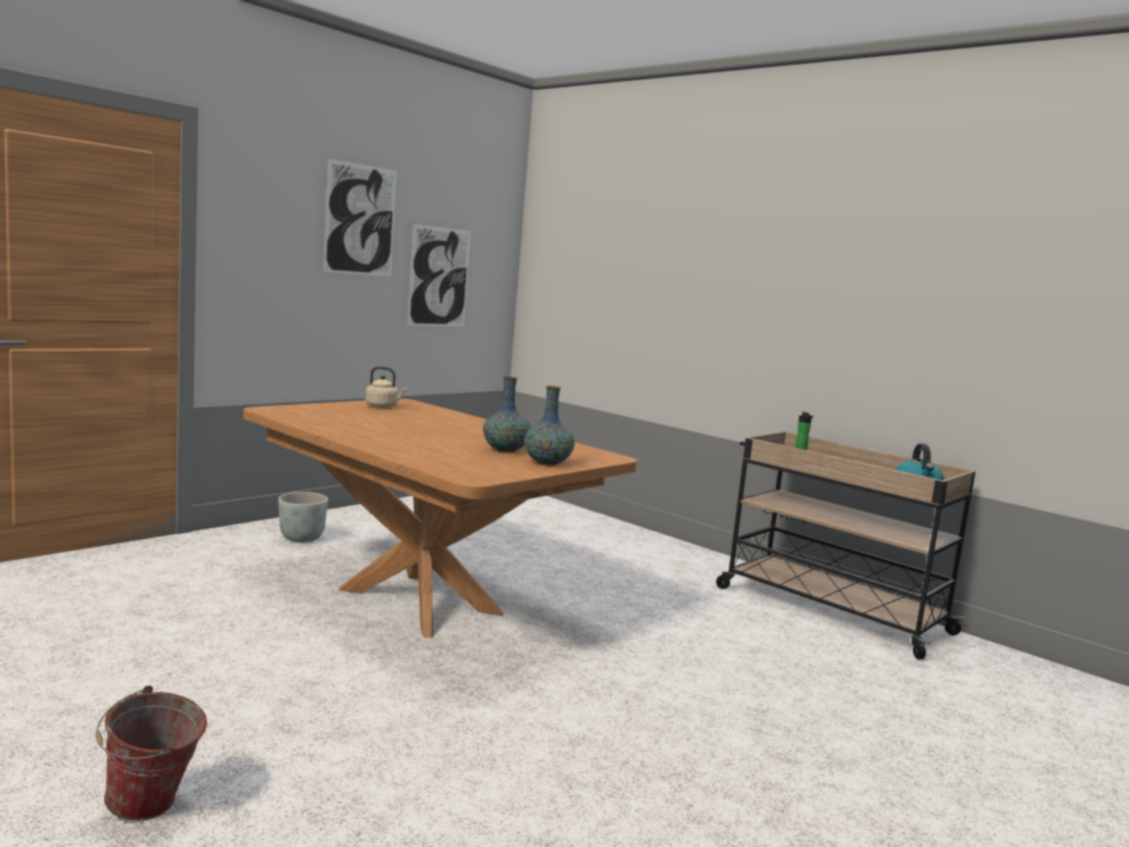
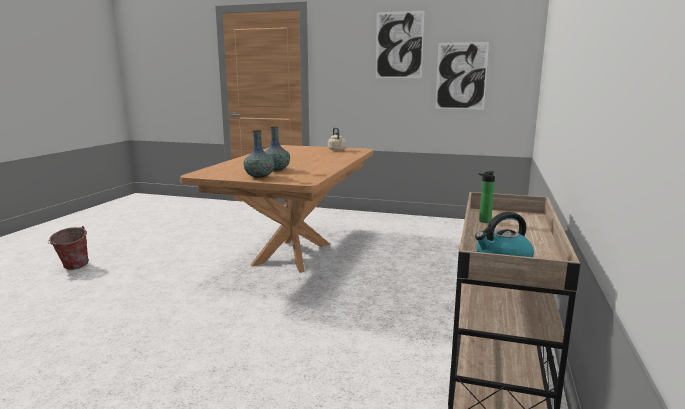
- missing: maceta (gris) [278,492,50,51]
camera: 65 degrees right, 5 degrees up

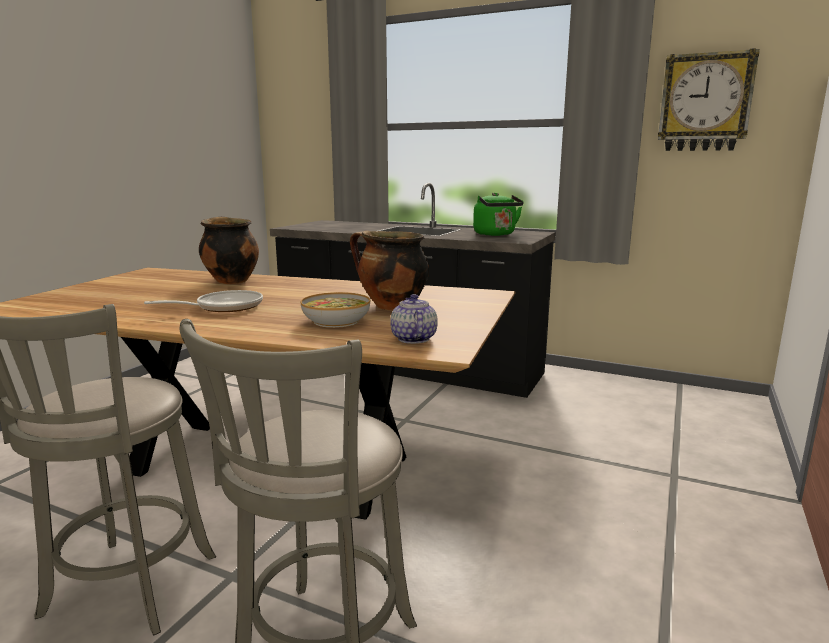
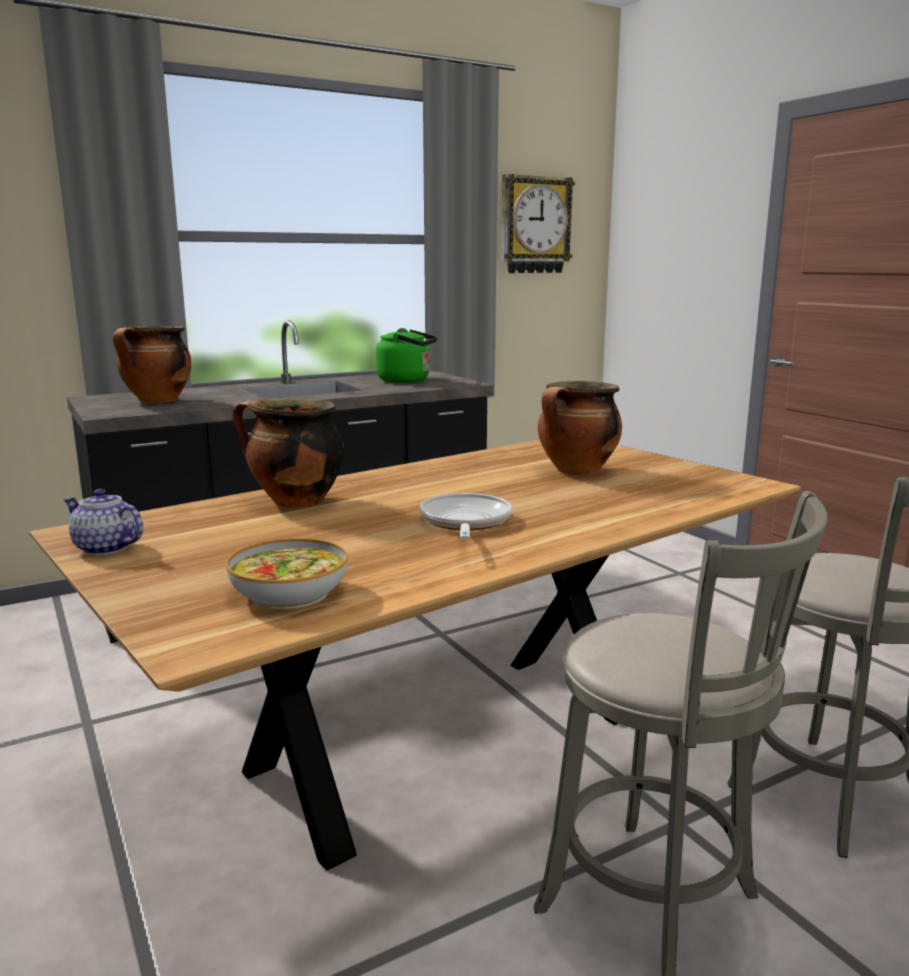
- relocated: cuenco [301,292,69,36] to [226,538,122,71]
- relocated: tetera [390,294,48,50] to [63,489,80,67]
- appeared: olla [113,325,78,78]
camera: 55 degrees left, 0 degrees up

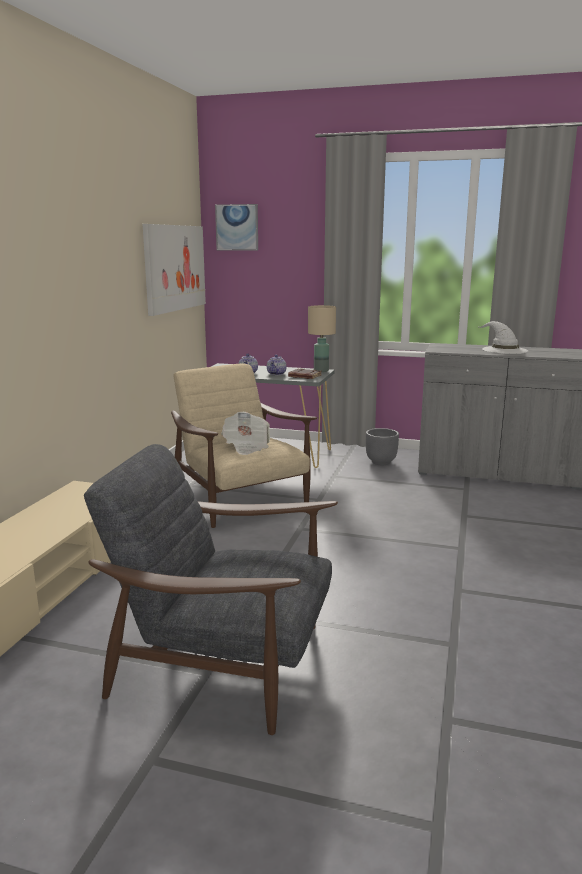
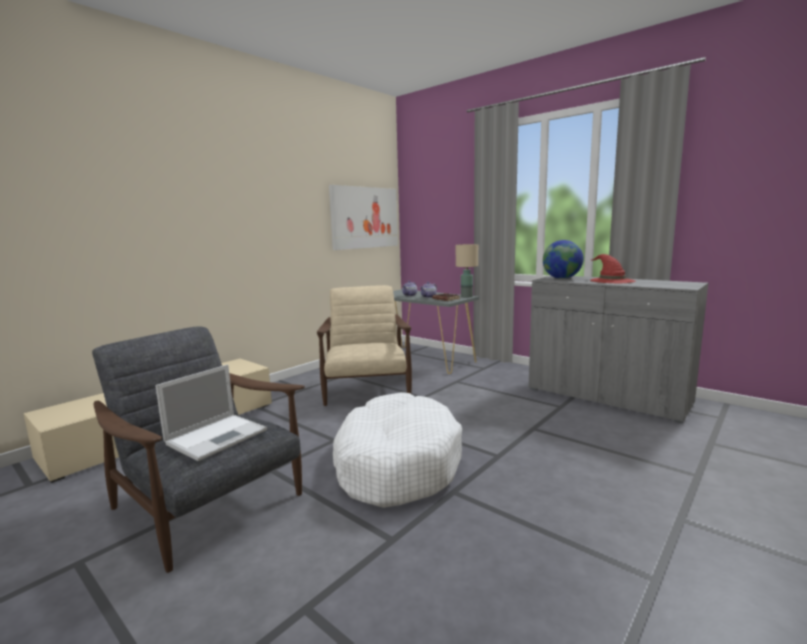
- missing: cuadro [215,204,43,47]
- missing: periódico [221,412,49,43]
- missing: maceta (gris) [366,428,33,37]
- colour: sombrero (blanco) [477,321,51,33] to sombrero (rojo) [590,254,45,29]
- appeared: portátil [156,364,111,97]
- appeared: cama para perro (blanco) [333,392,129,116]
- appeared: globo terráqueo [543,240,40,39]
camera: 25 degrees right, 5 degrees down

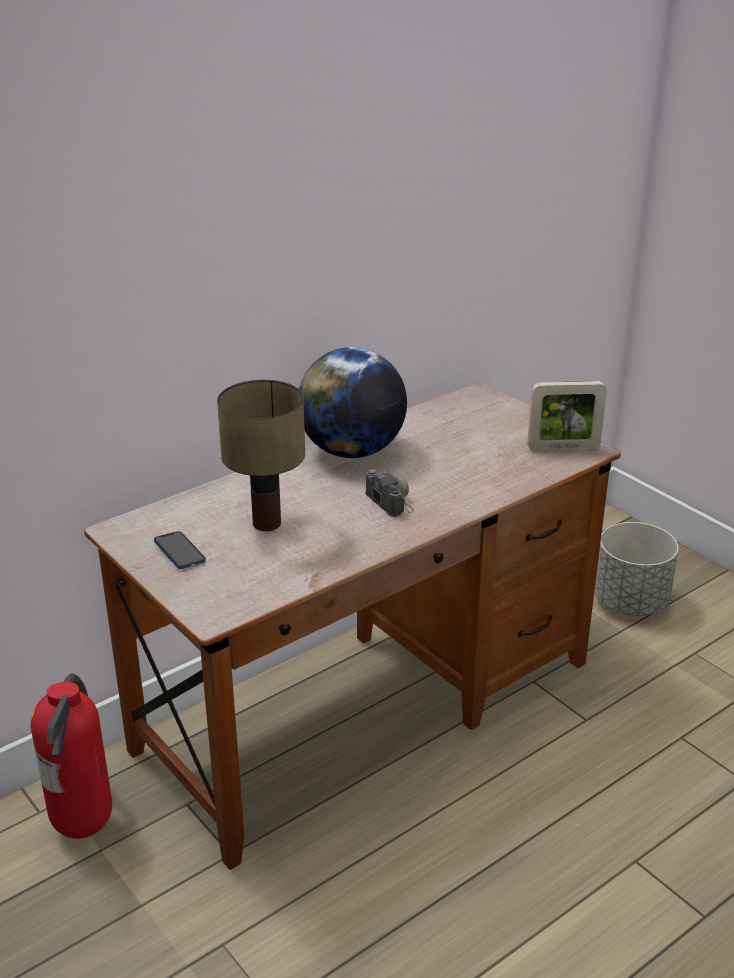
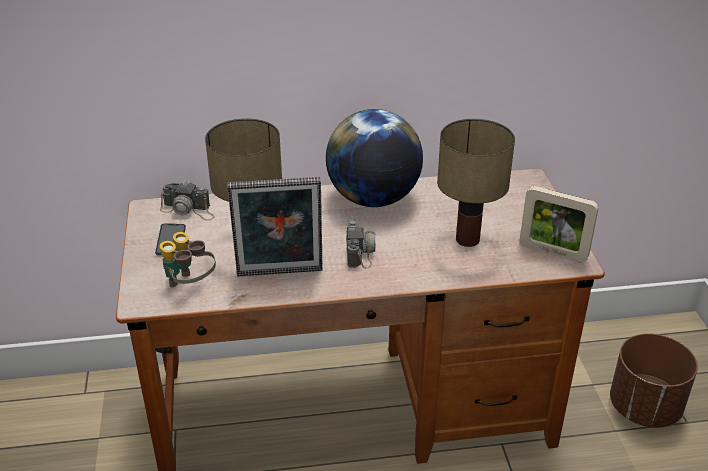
- missing: extintor [31,673,81,166]
- colour: maceta (gris) [594,522,85,94] to maceta (marrón) [610,333,88,95]
- appeared: cámara [160,181,55,40]
- appeared: prismáticos [160,232,56,56]
- appeared: portarretratos [227,177,96,99]
- appeared: lámpara de mesa [437,119,78,128]
camera: 30 degrees right, 5 degrees up

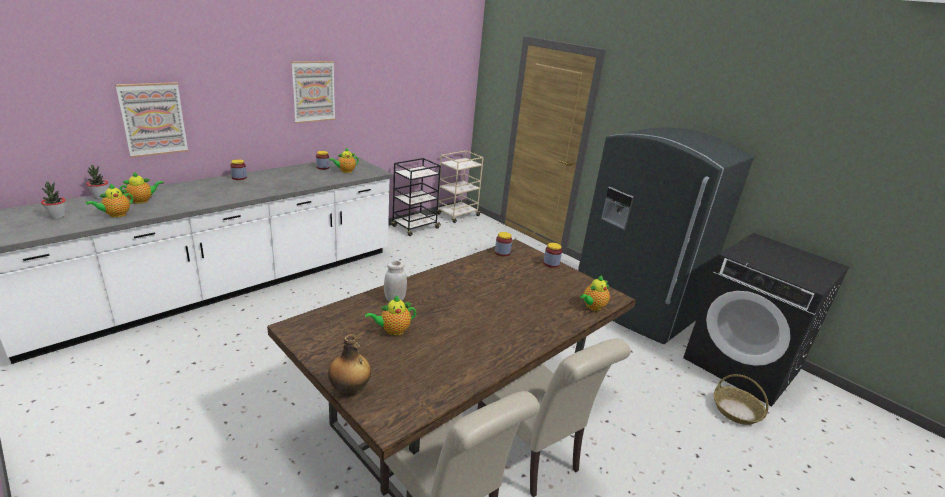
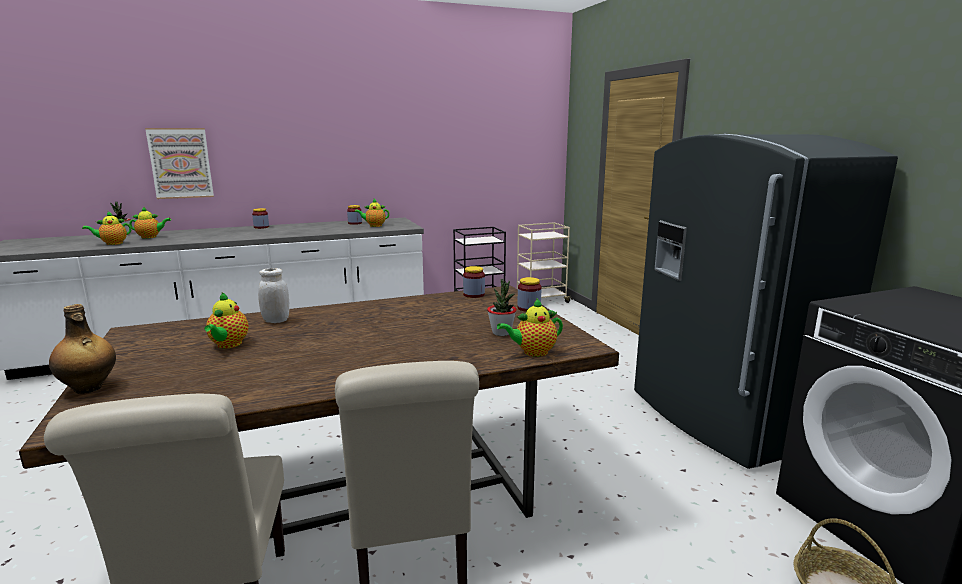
- relocated: planta en maceta [41,181,25,38] to [487,279,30,57]
- missing: cuadro [291,61,45,62]
- spun: tetera [365,295,51,41] = [204,292,44,56] 90 degrees counterclockwise
camera: 25 degrees right, 10 degrees down

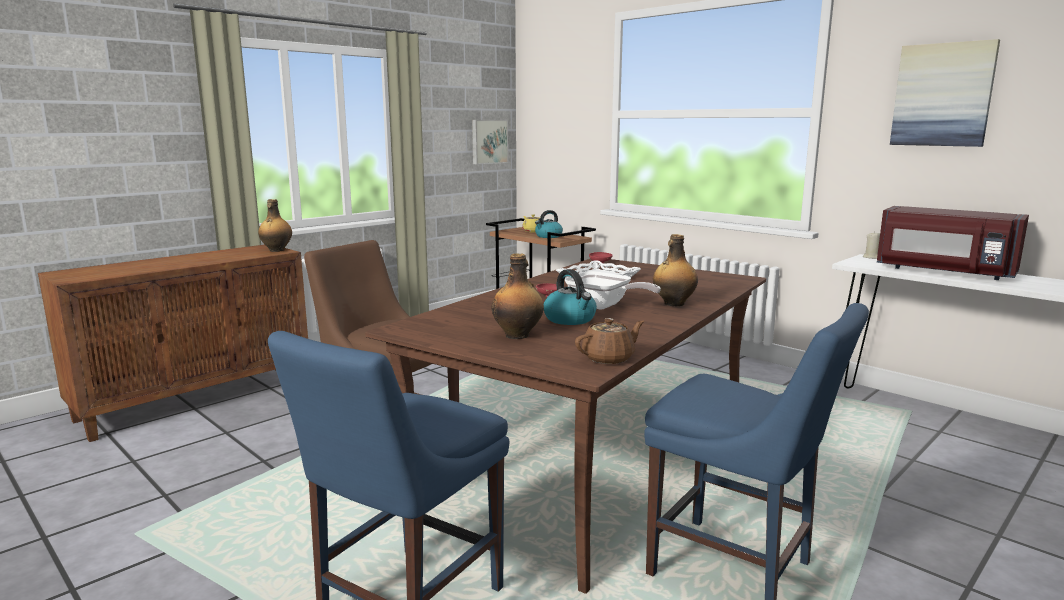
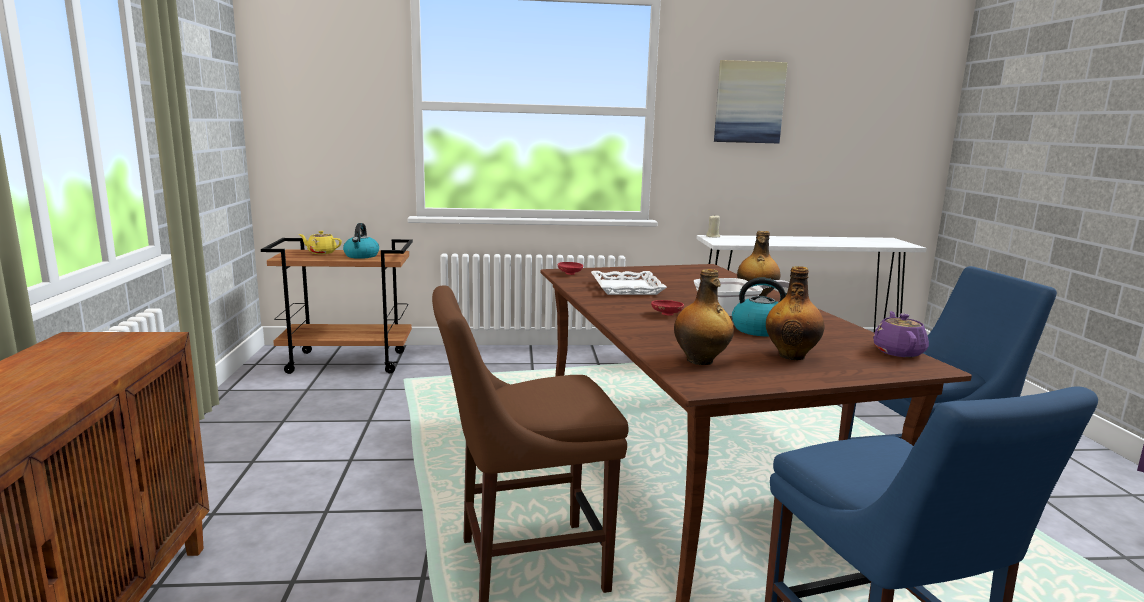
- relocated: botella [258,199,34,53] to [674,269,60,96]
- missing: cuadro [472,120,36,44]
- colour: tetera (marrón) [575,318,69,46] to tetera (morado) [873,311,56,46]
- missing: microondas (rojo) [877,206,152,74]
camera: 50 degrees left, 0 degrees up

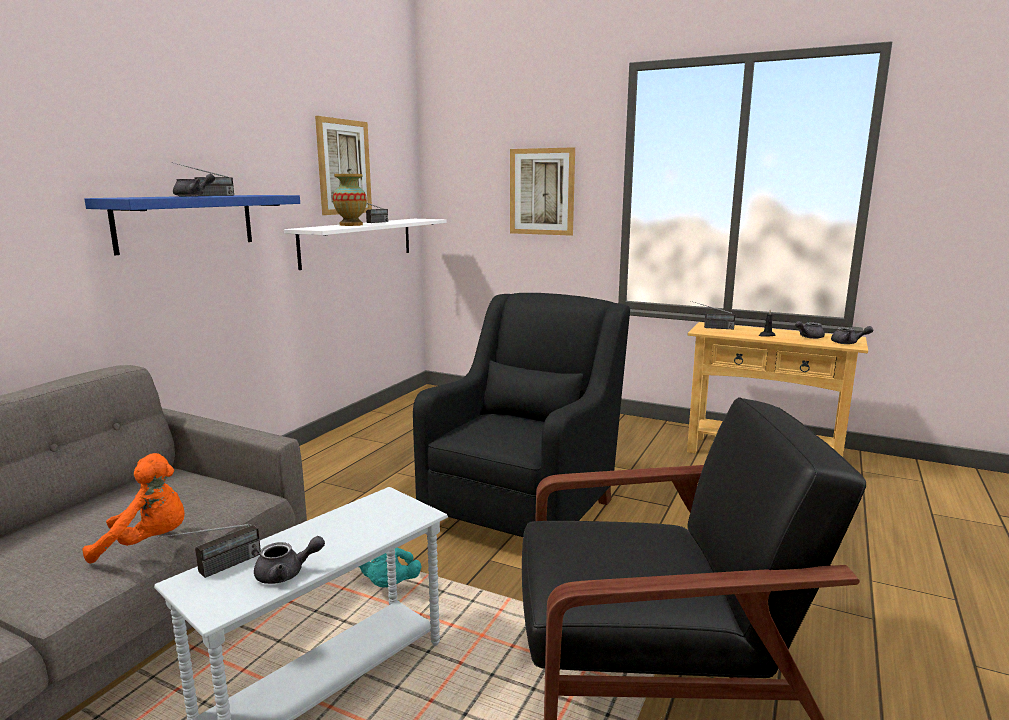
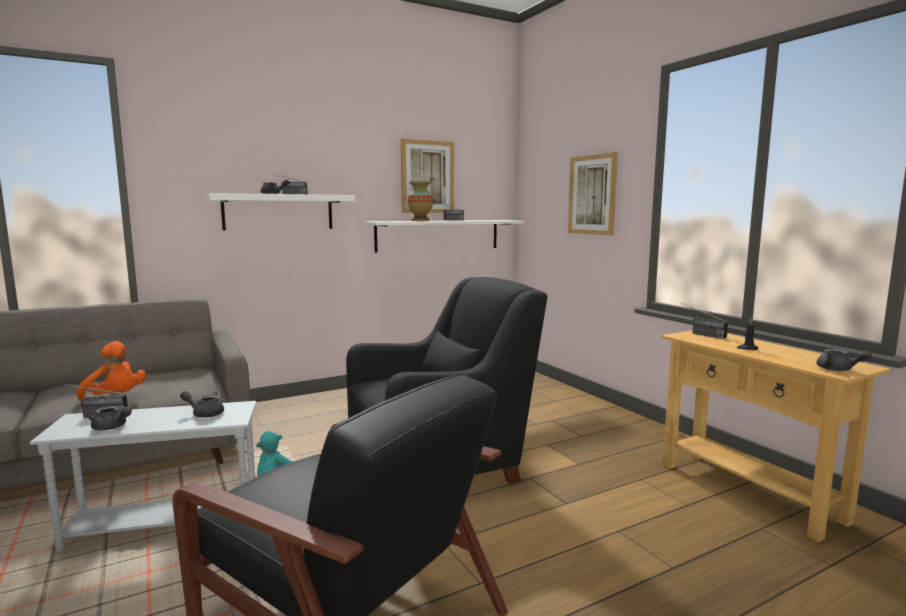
- colour: estante (azul) [85,195,215,60] to estante (blanco) [205,193,150,38]
- relocated: tetera (gris) [795,321,30,18] to [180,391,44,27]
camera: 35 degrees right, 5 degrees down

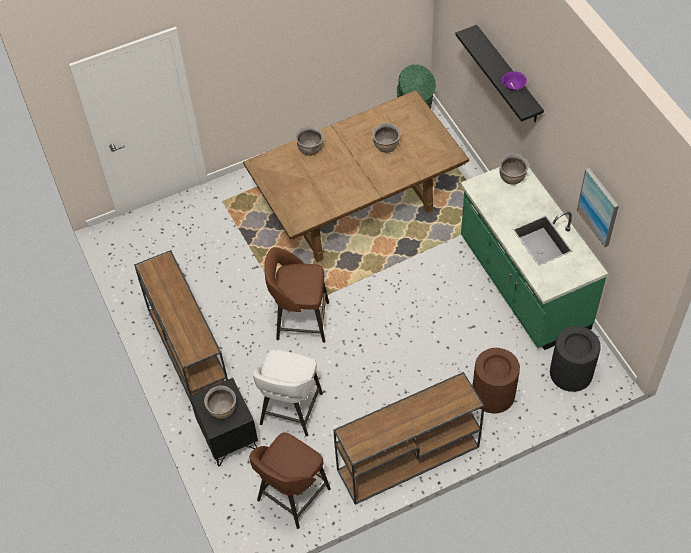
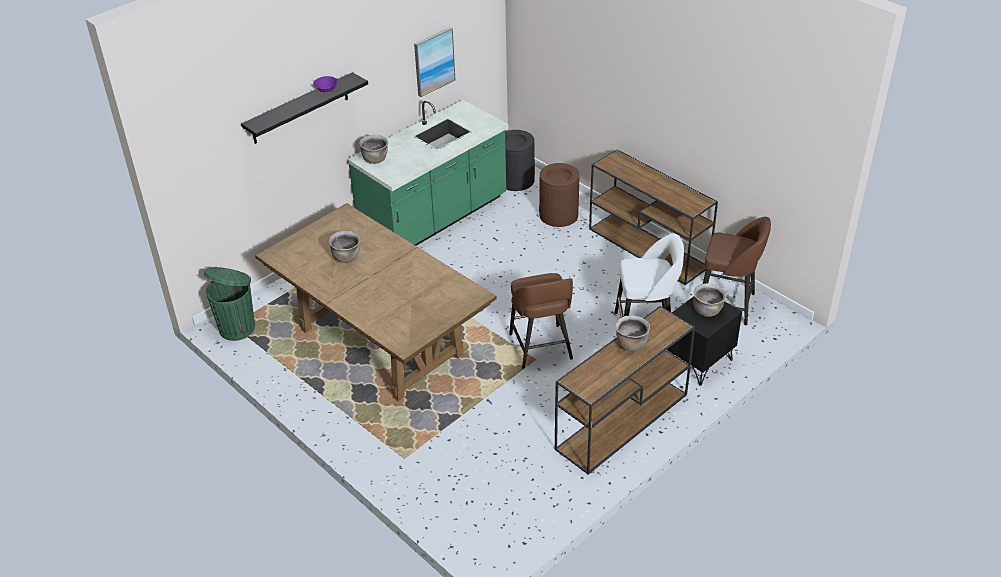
- relocated: olla (marrón) [295,126,29,30] to [615,315,35,36]
camera: 110 degrees left, 15 degrees down

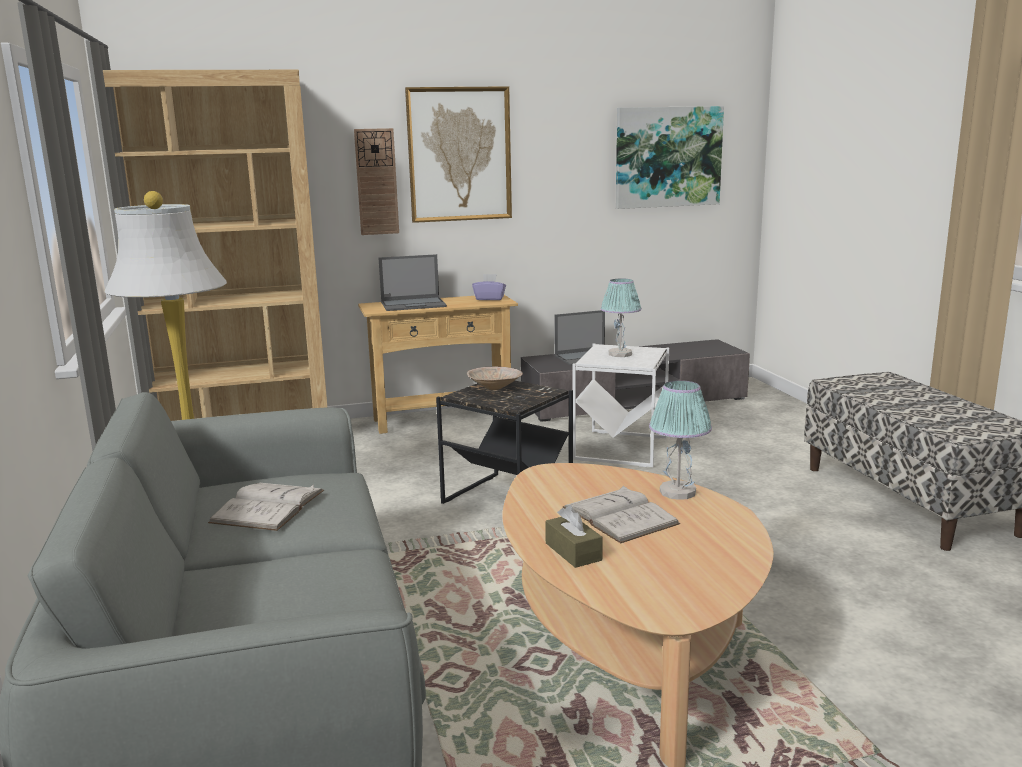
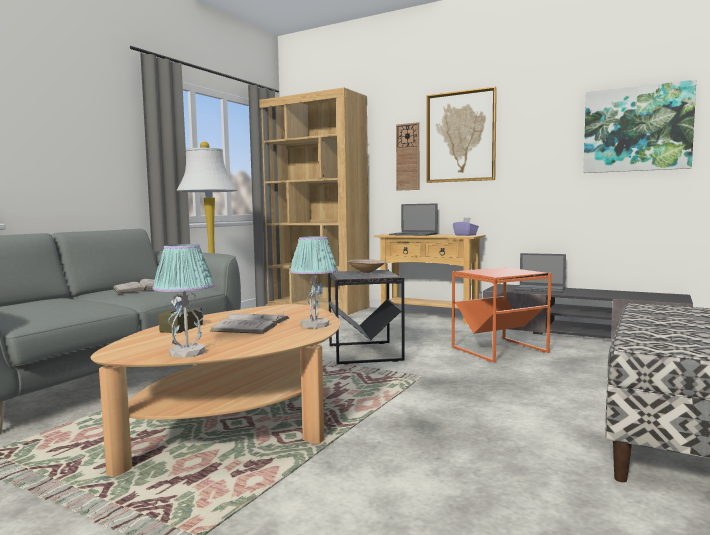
- colour: mesa auxiliar (blanco) [572,343,97,124] to mesa auxiliar (naranja) [452,267,100,96]
- relocated: lámpara de mesa [601,279,41,78] to [152,244,63,114]
camera: 45 degrees right, 10 degrees down

